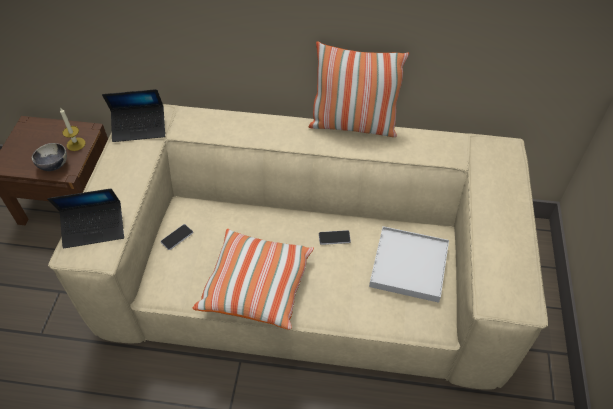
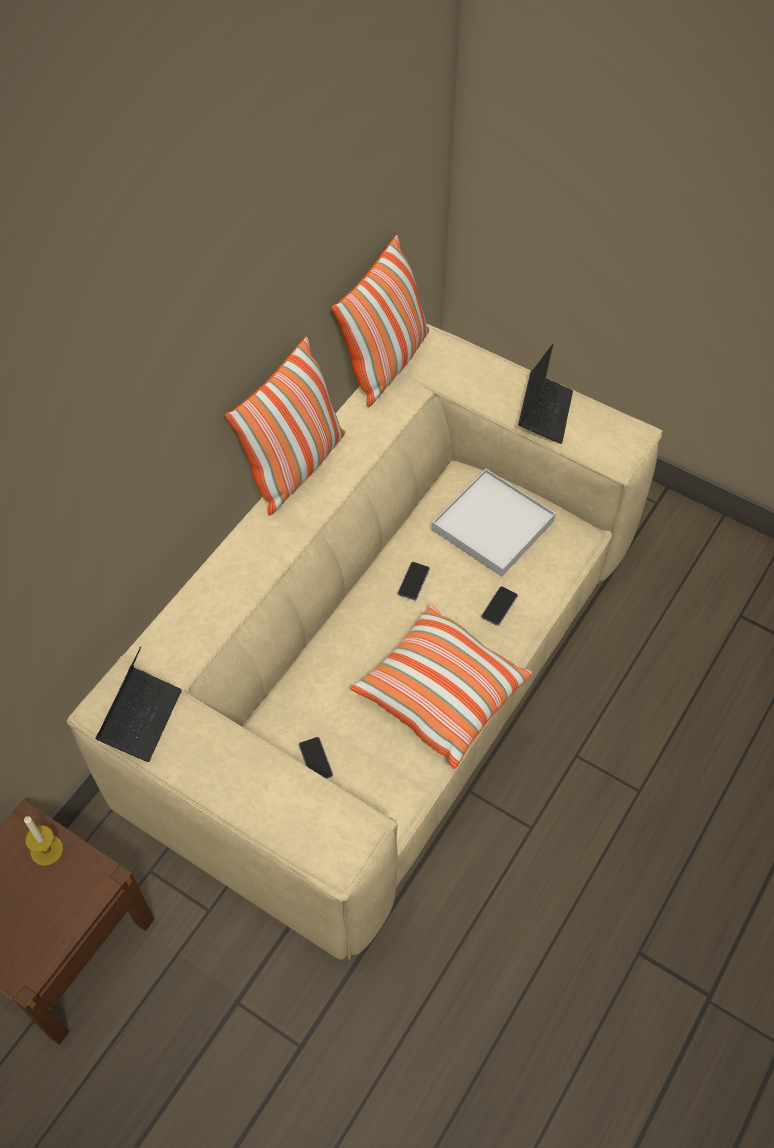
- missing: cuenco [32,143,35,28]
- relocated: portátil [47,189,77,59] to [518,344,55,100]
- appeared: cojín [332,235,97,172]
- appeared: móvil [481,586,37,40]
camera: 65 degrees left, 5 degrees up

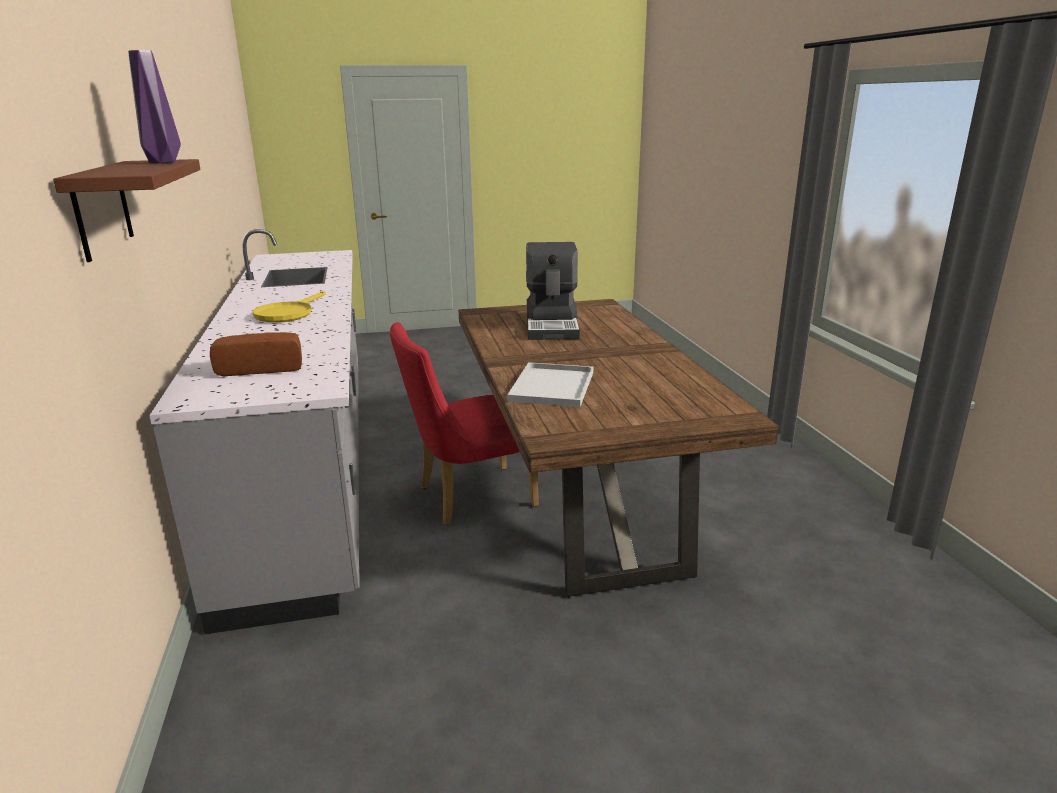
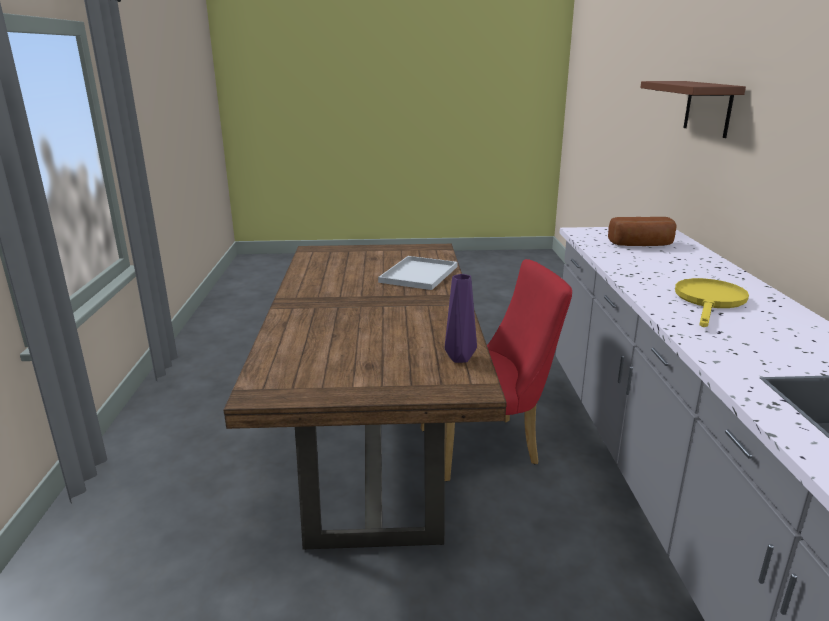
- relocated: florero (morado) [128,50,53,113] to [445,274,32,89]
- missing: cafetera [526,242,54,98]
camera: 170 degrees left, 0 degrees up

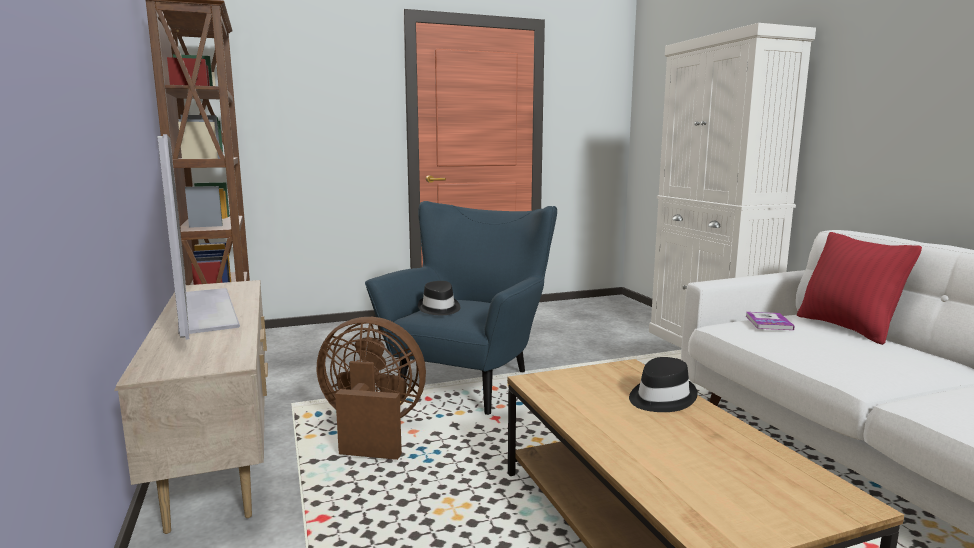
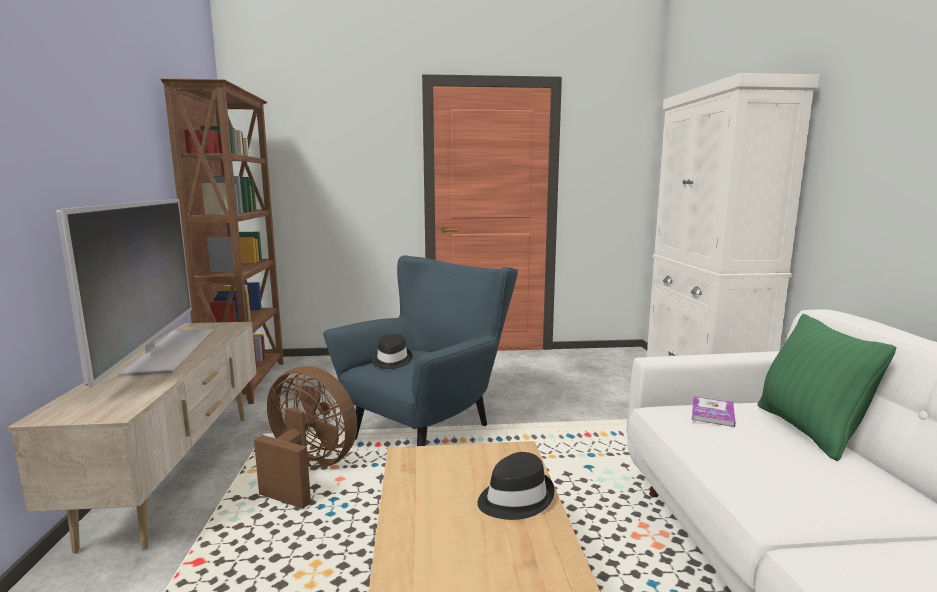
- colour: cojín (rojo) [797,232,125,113] to cojín (verde) [757,314,139,147]
camera: 15 degrees right, 0 degrees up

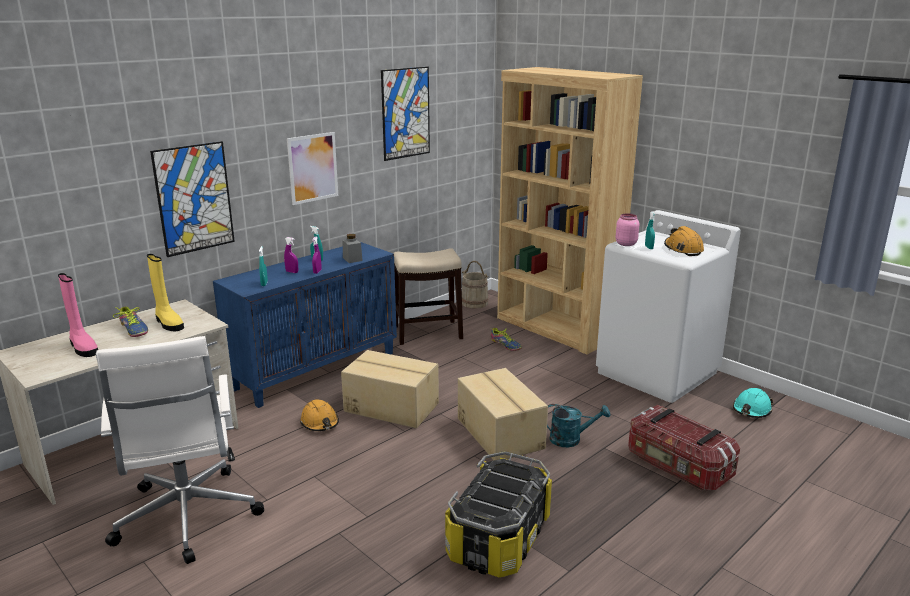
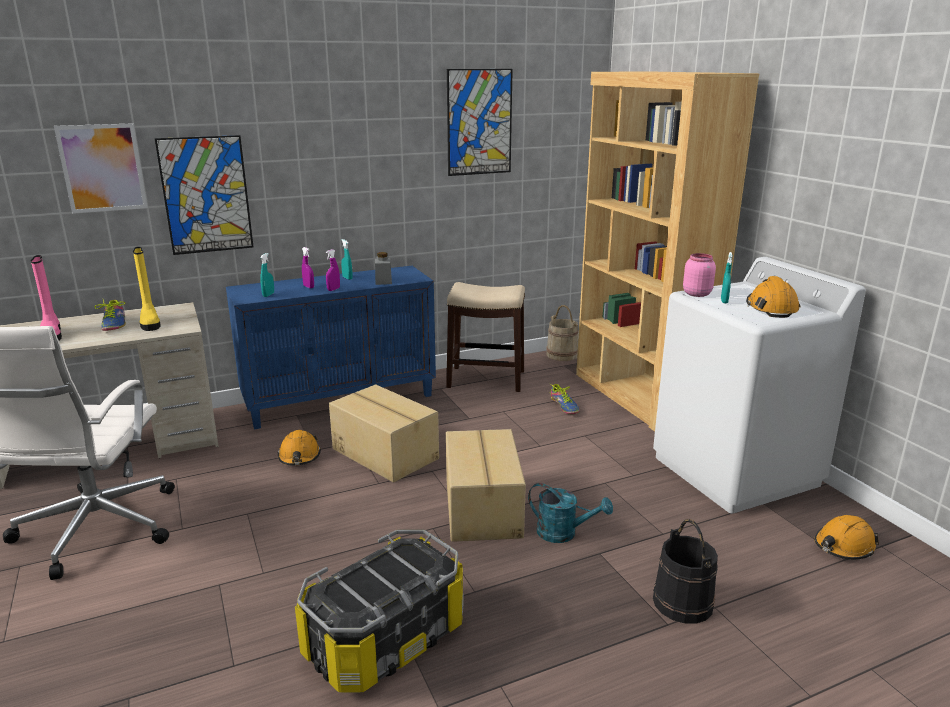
- relocated: cuadro [287,132,51,73] to [54,123,94,90]
- exchanged: caja de almacenaje [628,405,112,86] to cubo (negro) [653,519,65,105]
- colour: casco (turquesa) [733,388,40,30] to casco (naranja) [814,515,65,45]
camera: 20 degrees right, 0 degrees up

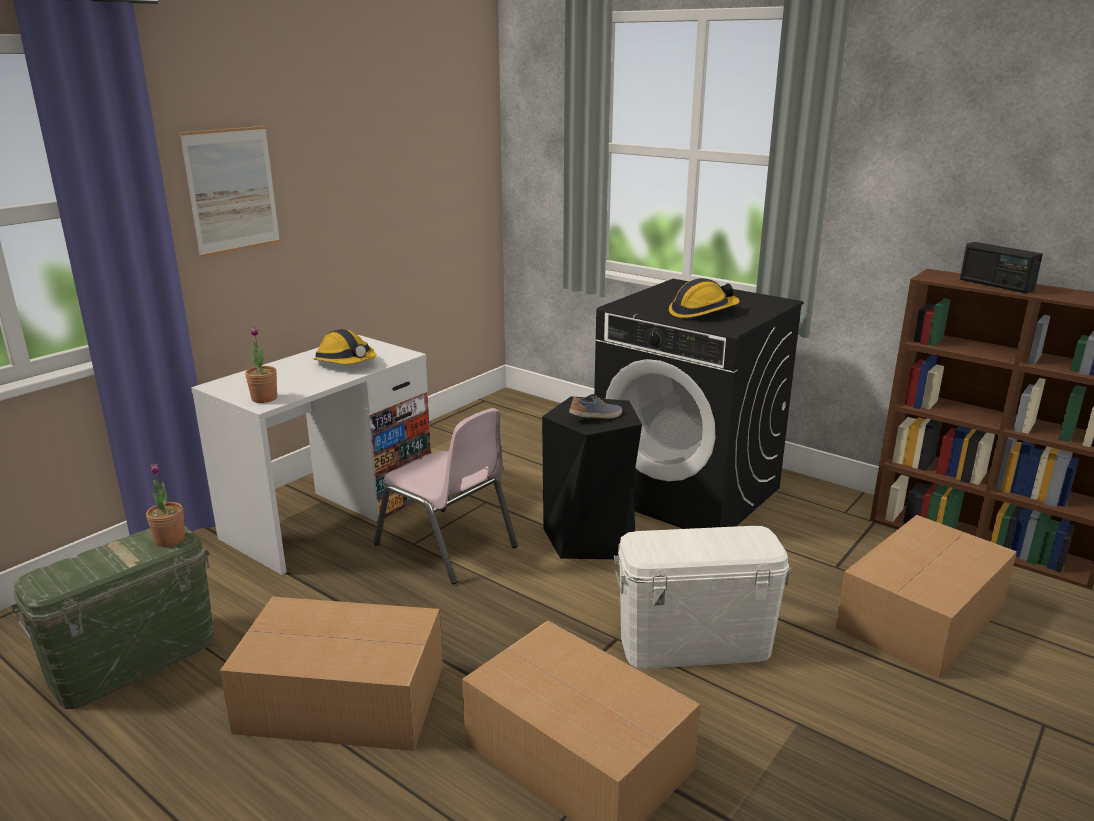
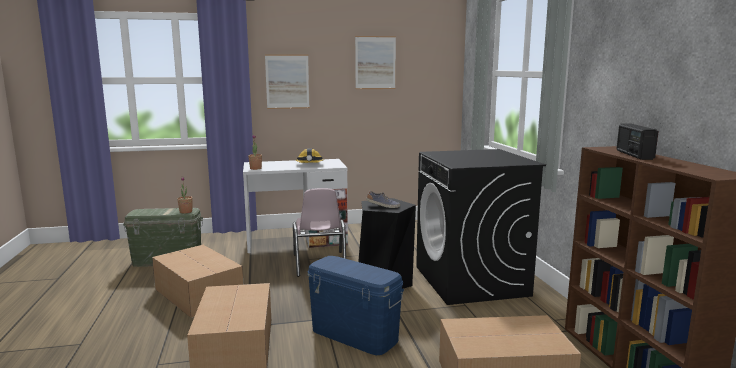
- colour: caja de almacenaje (blanco) [614,526,178,143] to caja de almacenaje (azul) [307,256,97,99]
- missing: casco [669,278,71,40]
- appeared: cuadro [355,36,41,53]
camera: 40 degrees right, 10 degrees down

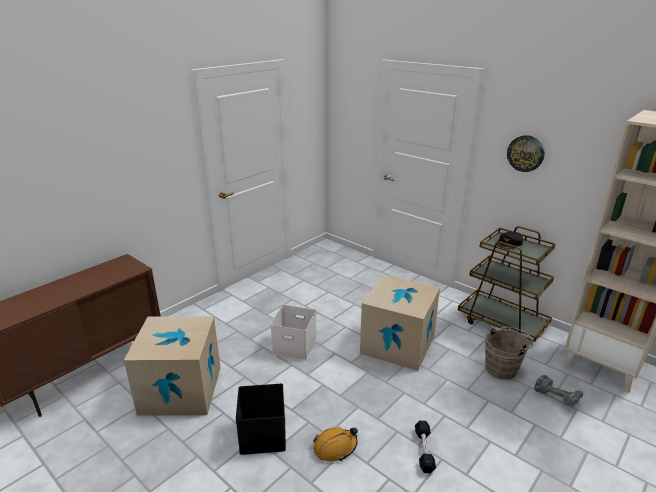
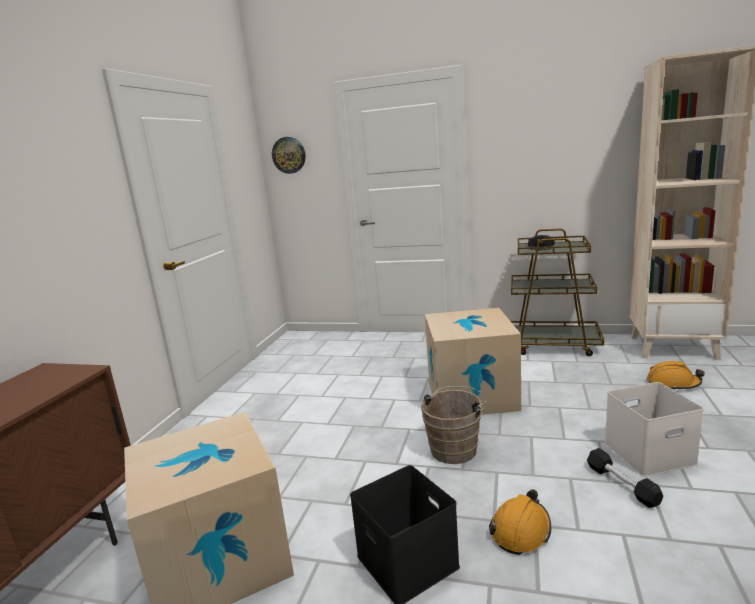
- relocated: caja de almacenaje (blanco) [270,305,47,55] to [604,382,100,95]
- relocated: cubo (marrón) [485,327,48,52] to [421,386,65,78]
- relocated: reloj de pared [507,135,38,37] to [272,137,34,37]
- exchanged: taladro [534,375,50,31] to casco (naranja) [647,361,57,30]
camera: 25 degrees left, 10 degrees down

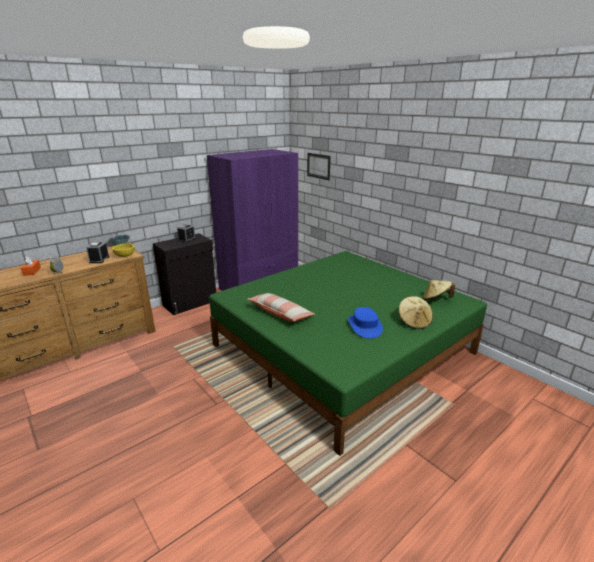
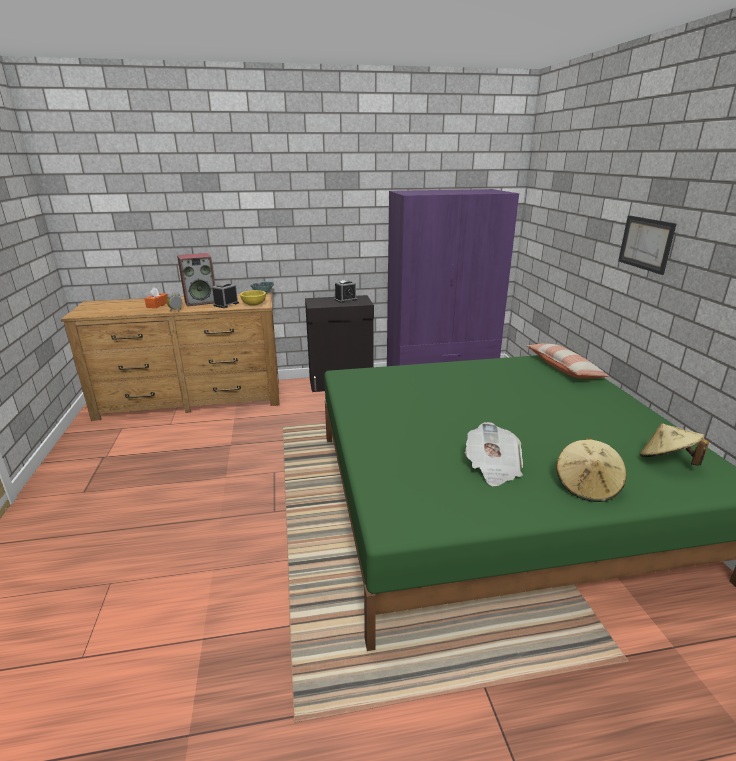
- relocated: cojín [247,293,68,29] to [526,344,83,35]
- relocated: cuadro [307,153,24,27] to [618,215,58,60]
- exchanged: sombrero (azul) [348,307,35,32] to periódico [465,422,58,64]
- appeared: altavoz [177,253,38,54]
camera: 30 degrees right, 0 degrees up

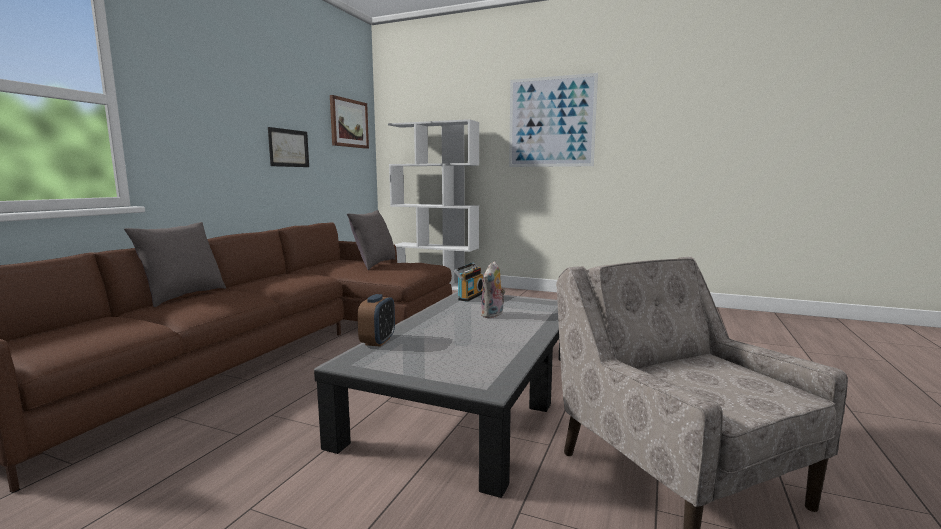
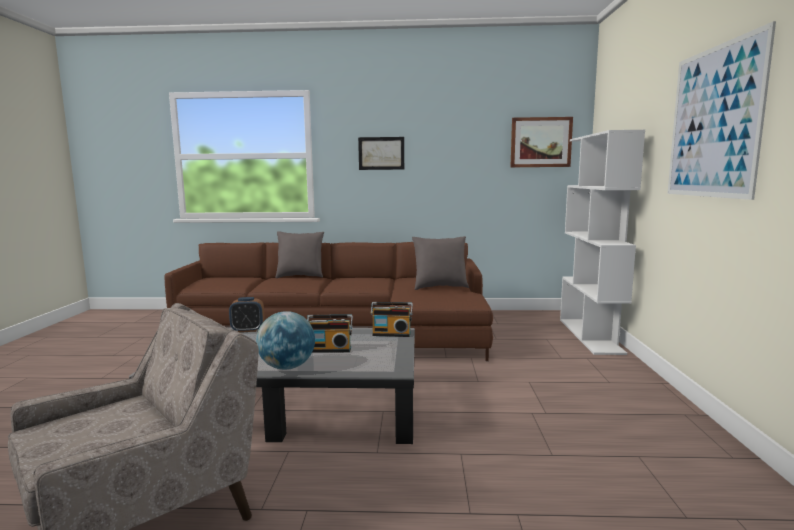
- relocated: cuadro [268,127,41,40] to [358,137,46,33]
- exchanged: peluche [481,261,24,57] to radio [307,314,46,39]
- appeared: globo terráqueo [256,311,59,59]
camera: 70 degrees right, 0 degrees up

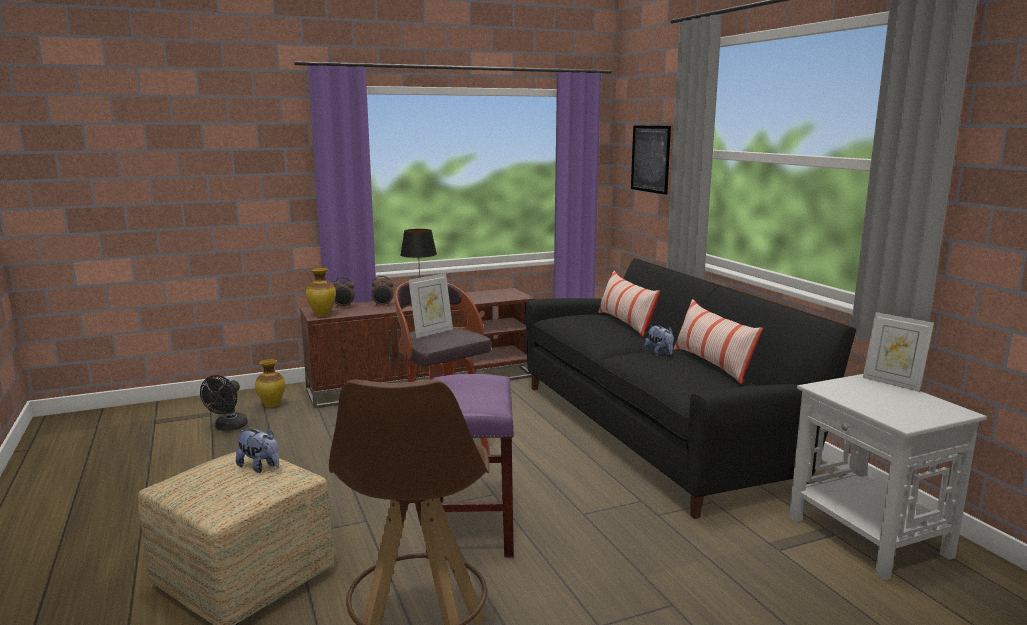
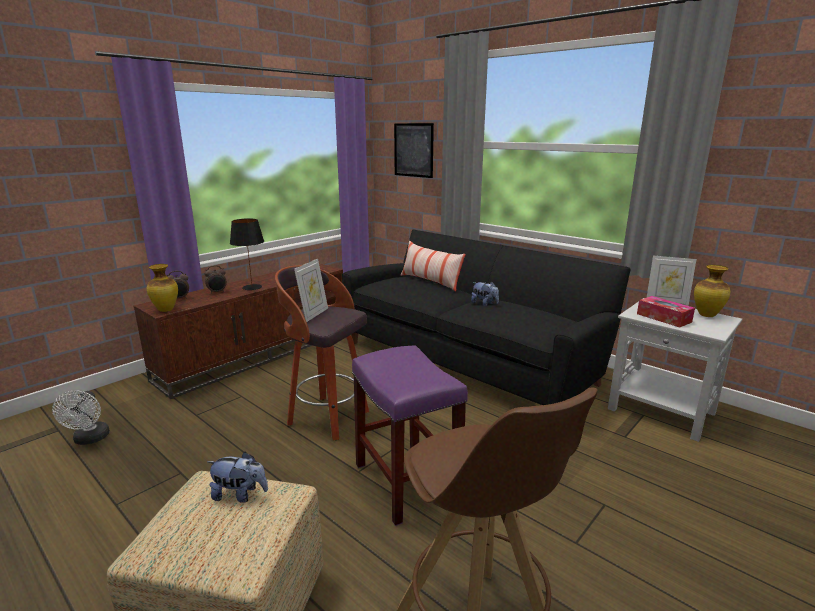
- colour: ventilador (negro) [200,375,48,56] to ventilador (blanco) [52,390,58,55]
- relocated: florero [255,359,30,48] to [694,265,36,52]
- missing: cojín [674,299,89,85]
- appeared: caja de pañuelos [637,296,58,31]
camera: 25 degrees left, 5 degrees up

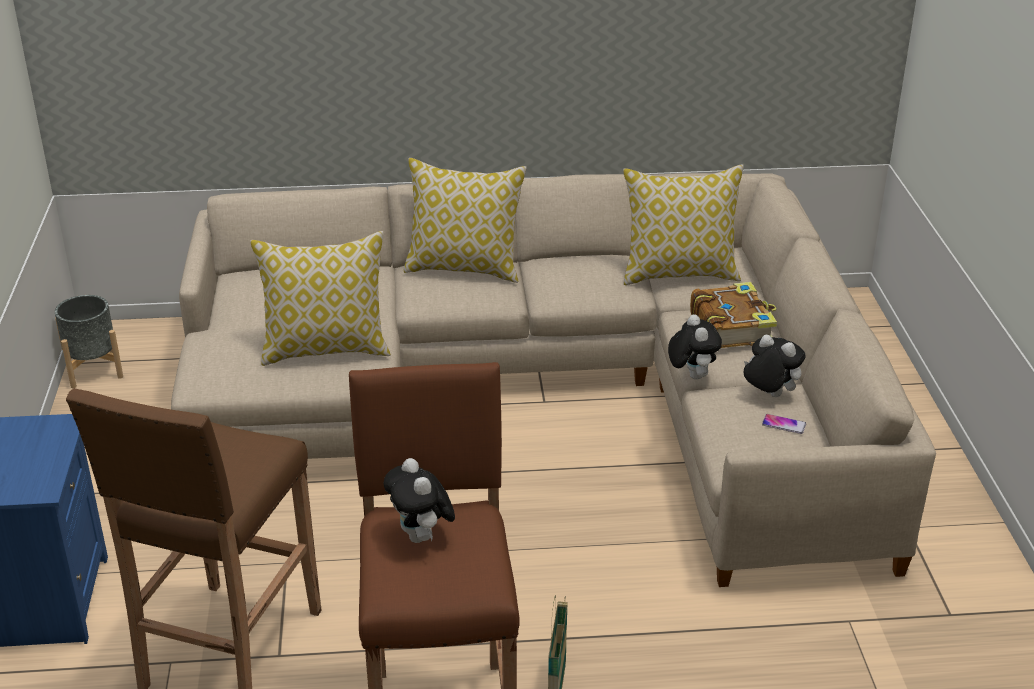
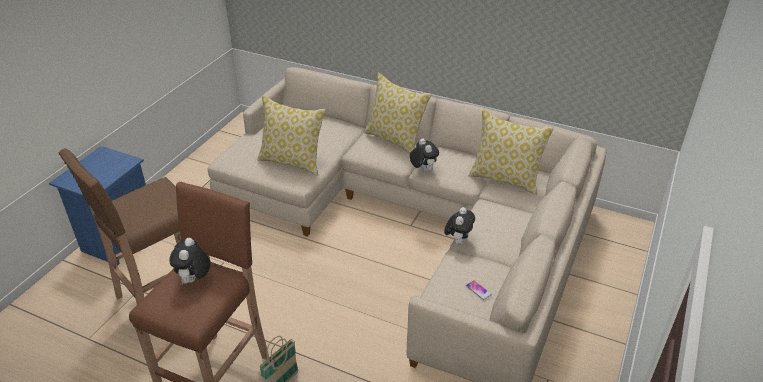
- missing: maceta (gris) [55,295,68,93]
- missing: libro [690,282,87,67]
- relocated: peluche [744,335,62,62] to [410,138,29,34]
camera: 30 degrees right, 5 degrees up

